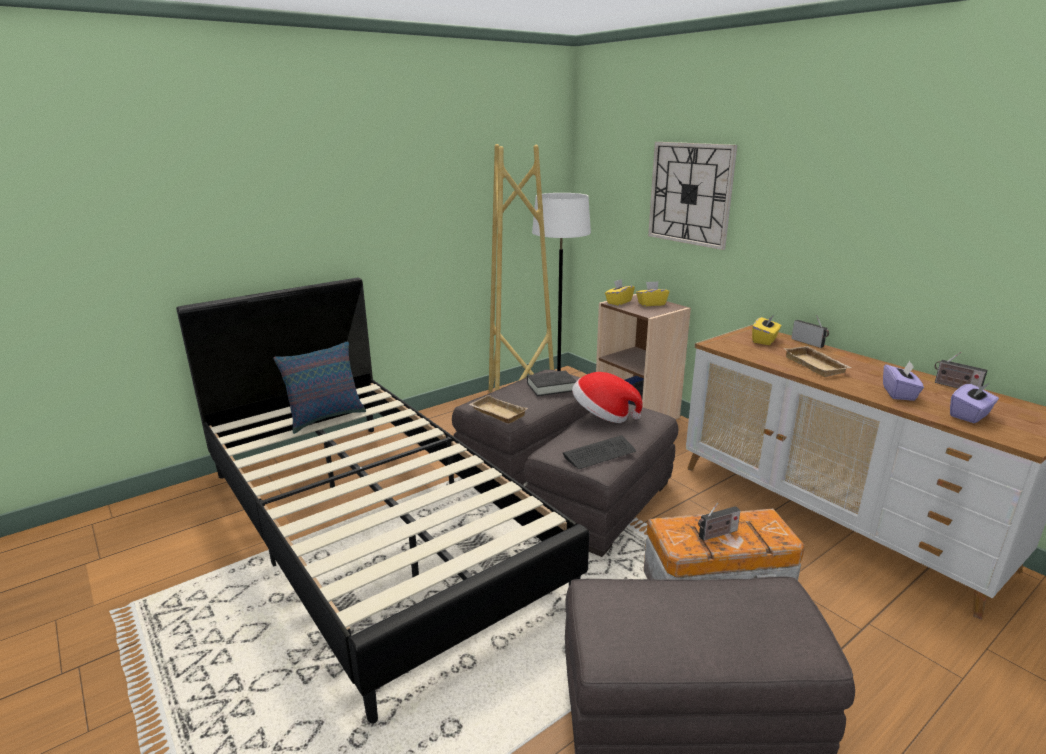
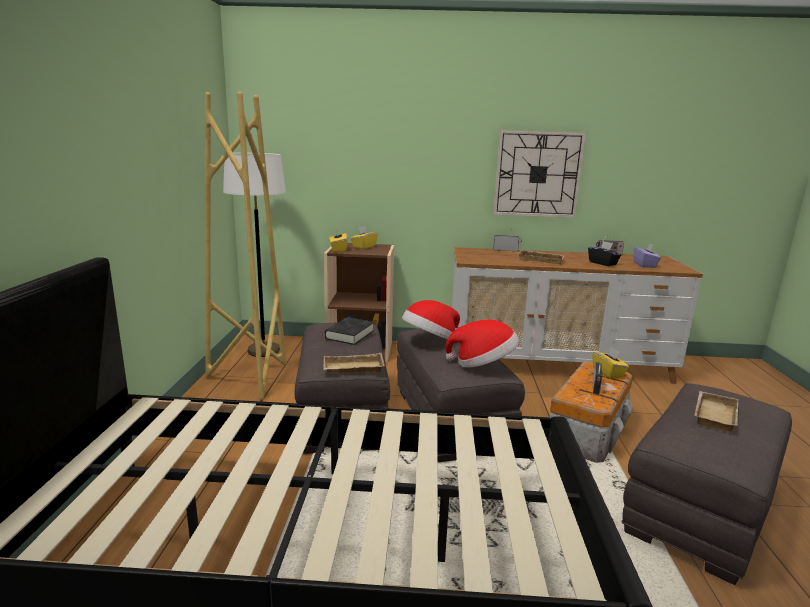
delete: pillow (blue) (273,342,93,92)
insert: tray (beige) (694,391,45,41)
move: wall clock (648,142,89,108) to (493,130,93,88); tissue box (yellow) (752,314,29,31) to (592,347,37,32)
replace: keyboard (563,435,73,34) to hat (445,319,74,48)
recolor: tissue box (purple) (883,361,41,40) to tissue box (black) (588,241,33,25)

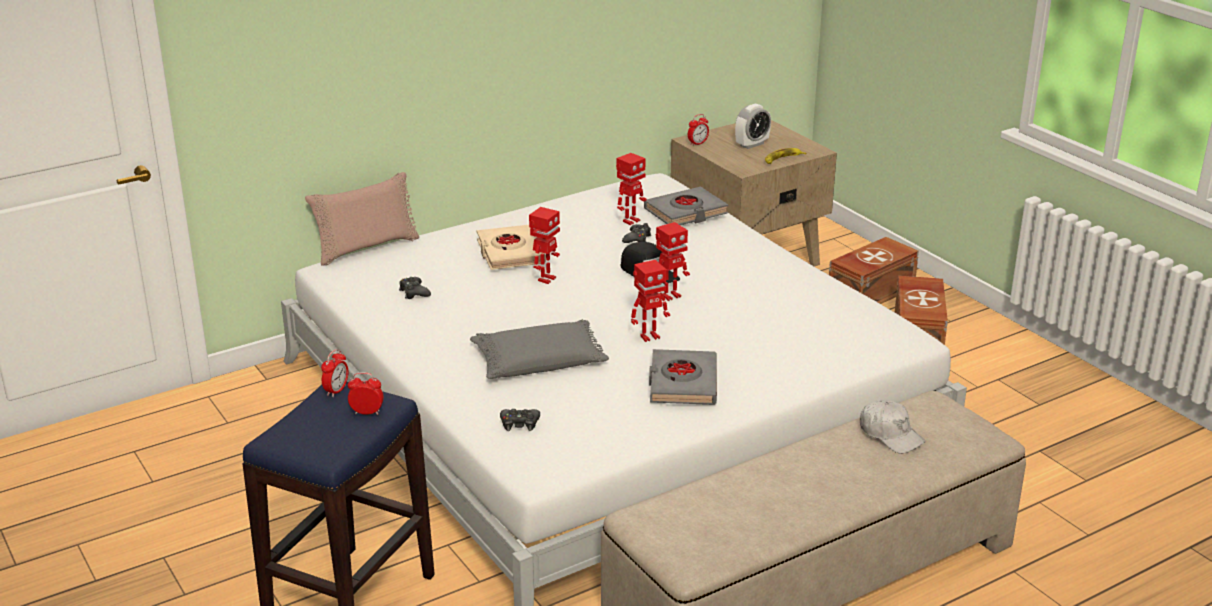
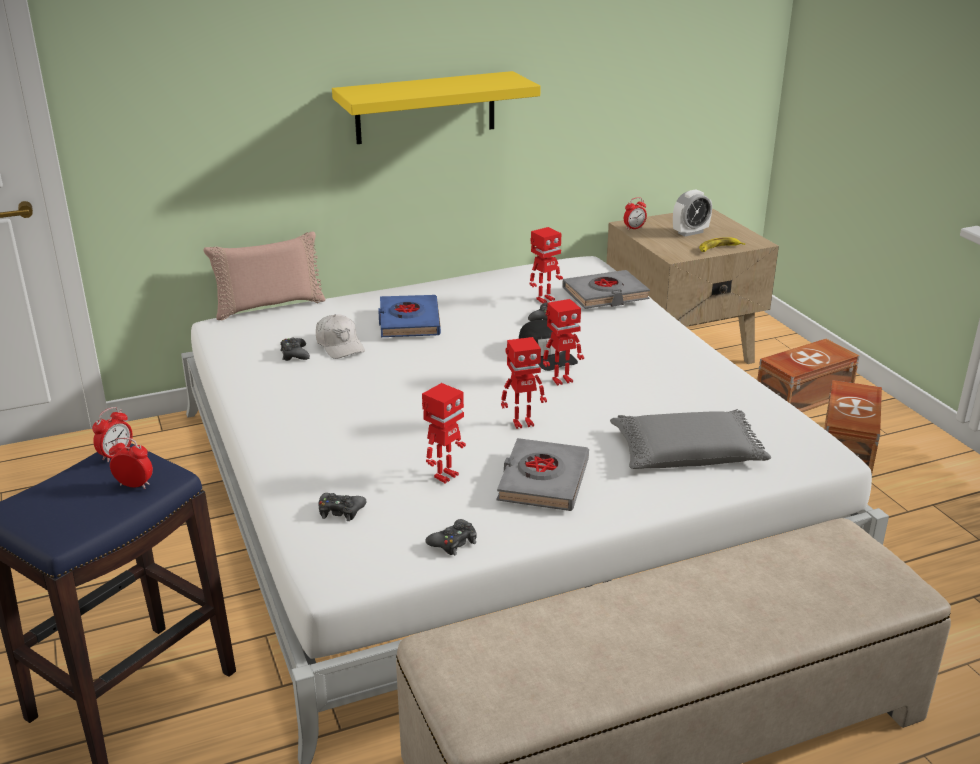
insert: shelf (yellow) (332,71,209,73); game controller (black) (425,519,52,36)
move: pillow (grey) (470,319,139,60) to (610,409,161,60); toy robot (529,207,31,77) to (422,383,44,101); cap (white) (860,400,66,54) to (316,314,49,45)
recolor: book (beige) (477,225,69,45) to book (blue) (378,295,63,42)

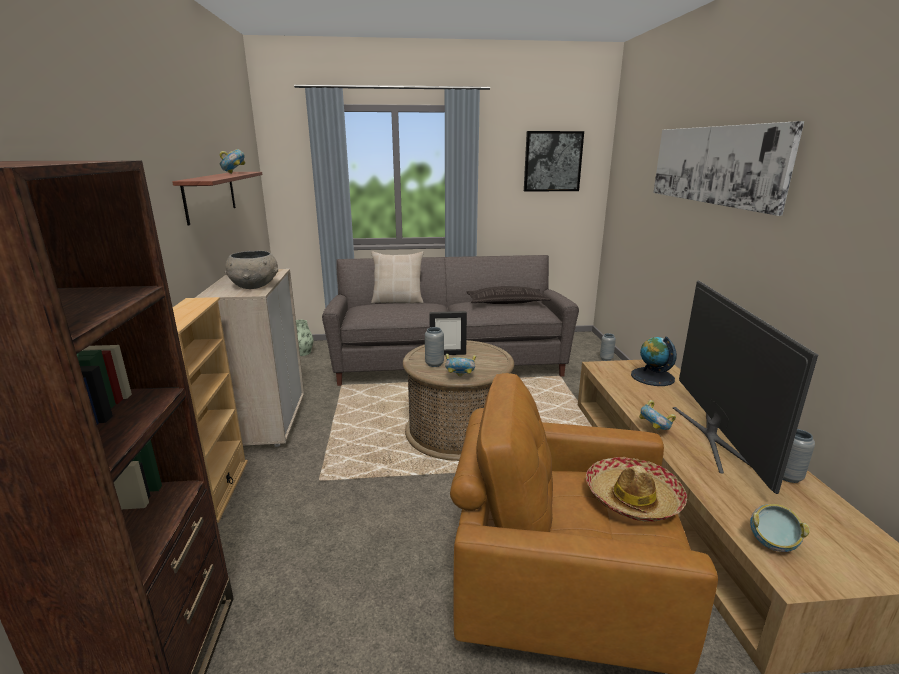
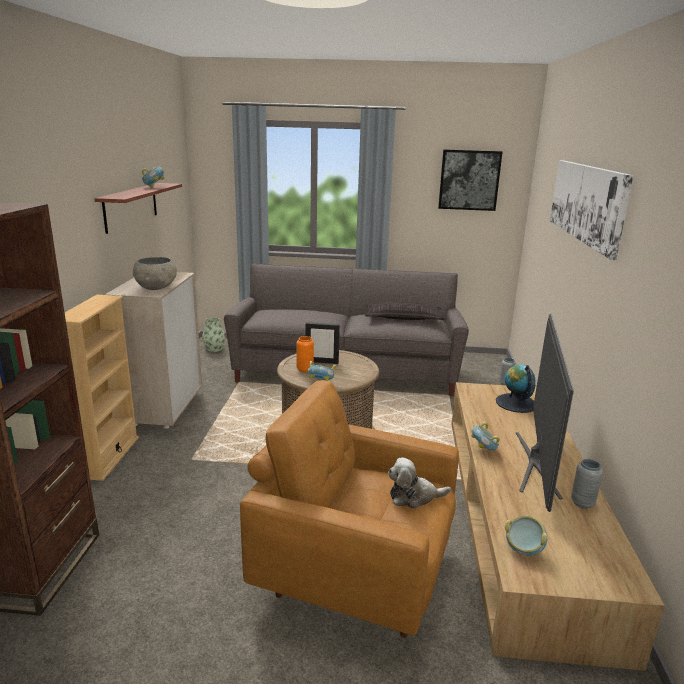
delete: pillow (beige) (371,251,53,53)
replace: hat (586,457,101,65) to plush toy (388,457,63,52)
recolor: vase (grey) (425,327,19,40) to vase (orange) (296,336,18,36)

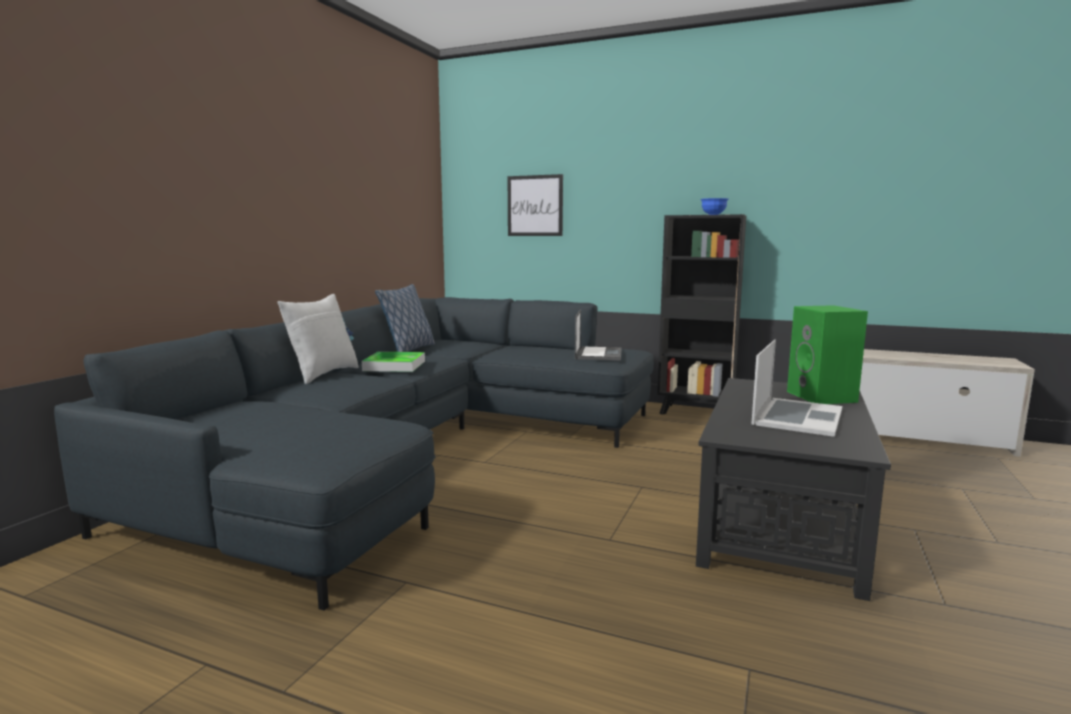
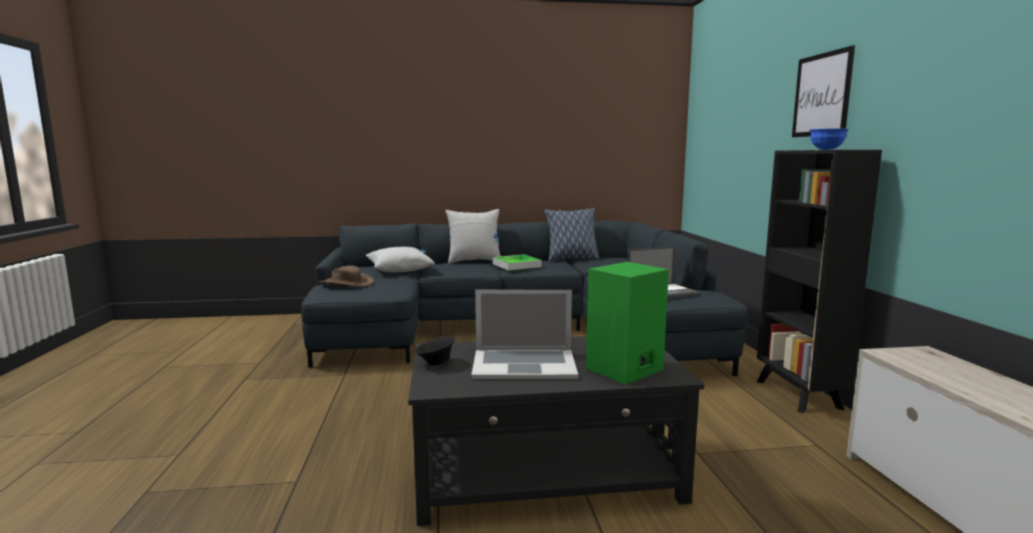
insert: hat (brown) (318,265,56,22); pillow (grey) (366,247,69,25); bowl (black) (415,336,39,30)
move: picture (508,174,55,62) to (792,45,63,92)

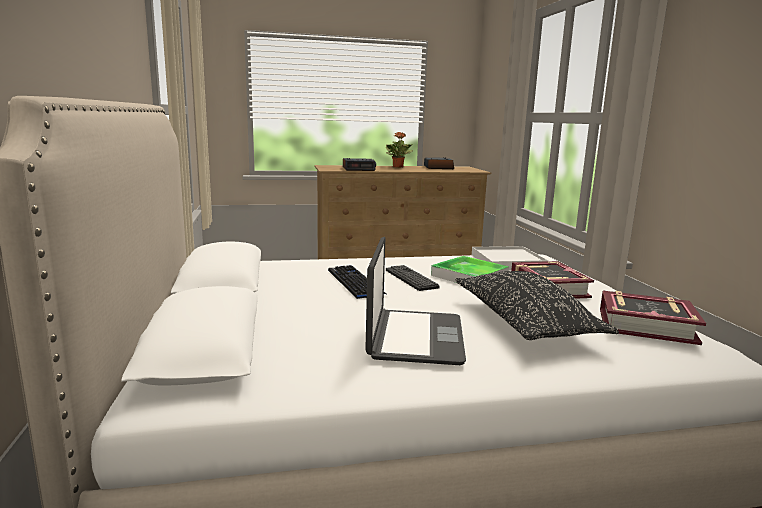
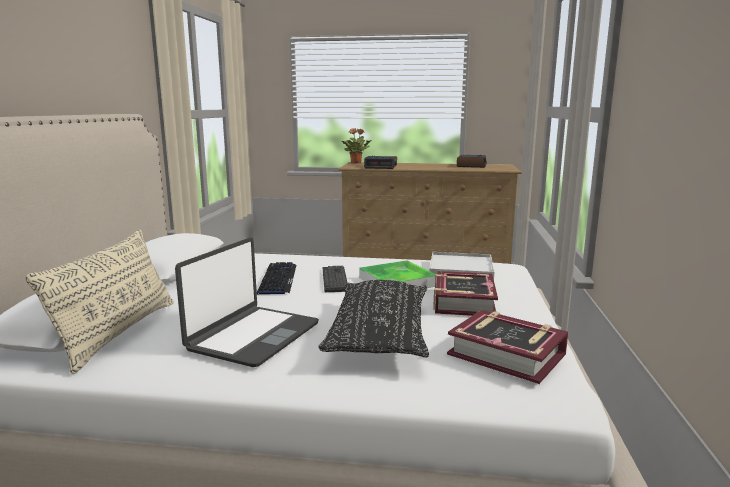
insert: pillow (beige) (26,230,148,144)
move: potted plant (386,132,27,36) to (342,128,30,36)

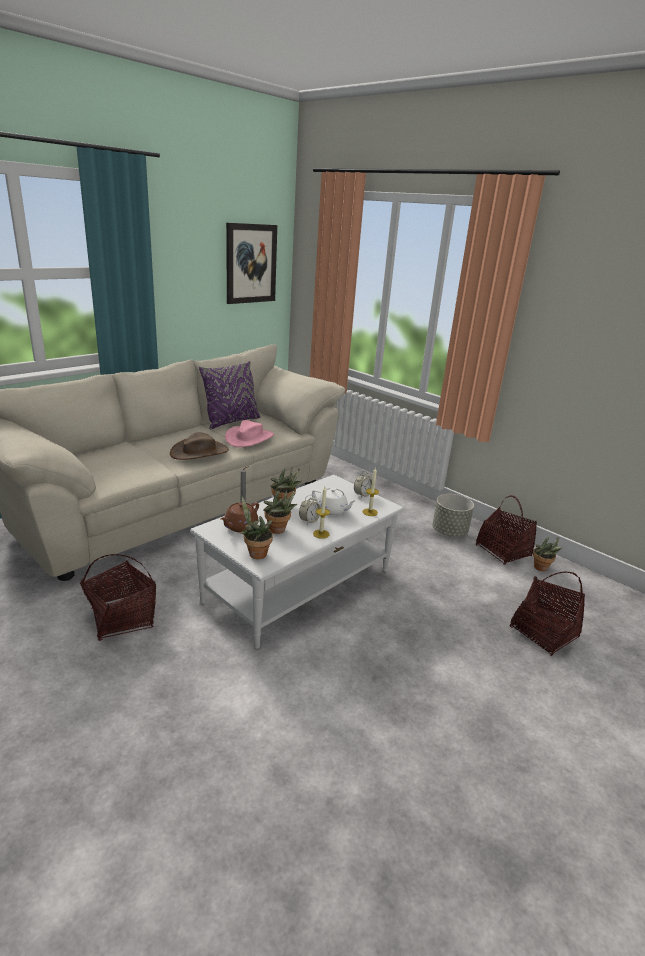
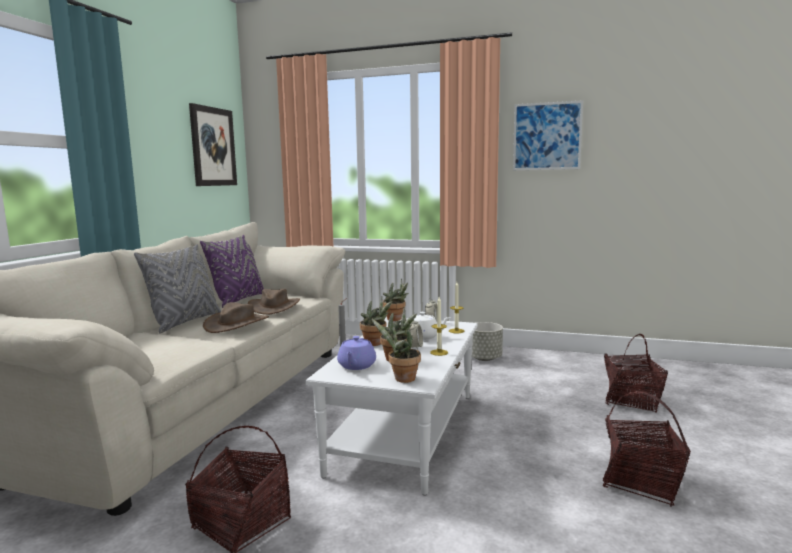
insert: pillow (grey) (134,244,87,89); picture (513,100,70,70)
move: basket (476,495,61,70) to (603,392,88,115); potted plant (533,537,29,34) to (383,279,25,42)
recolor: teapot (brown) (220,502,39,30) to teapot (purple) (337,336,39,34); hat (pink) (225,420,49,27) to hat (brown) (248,289,52,26)

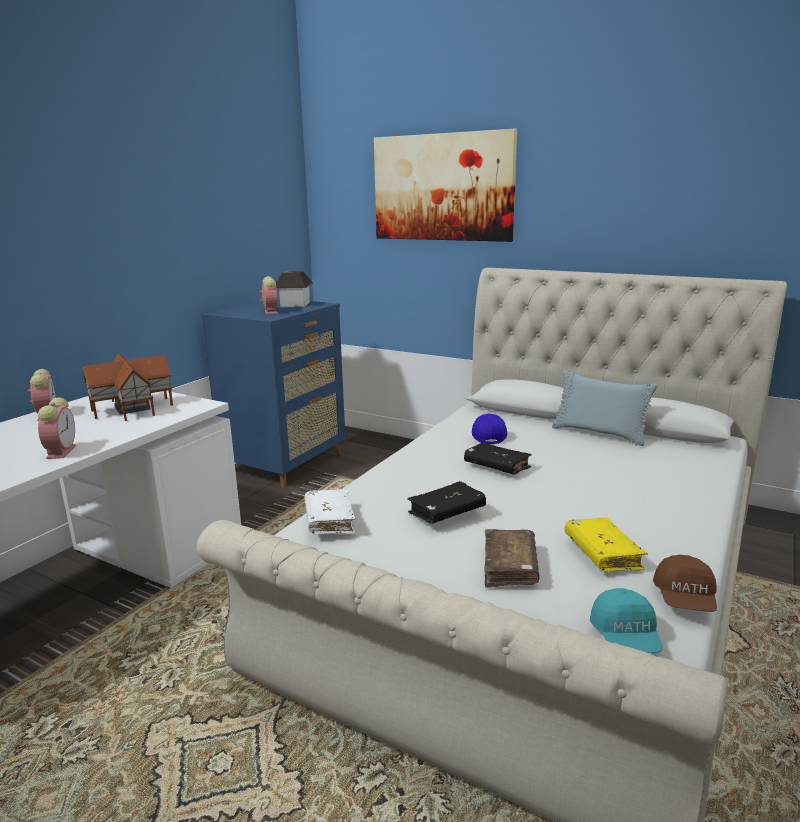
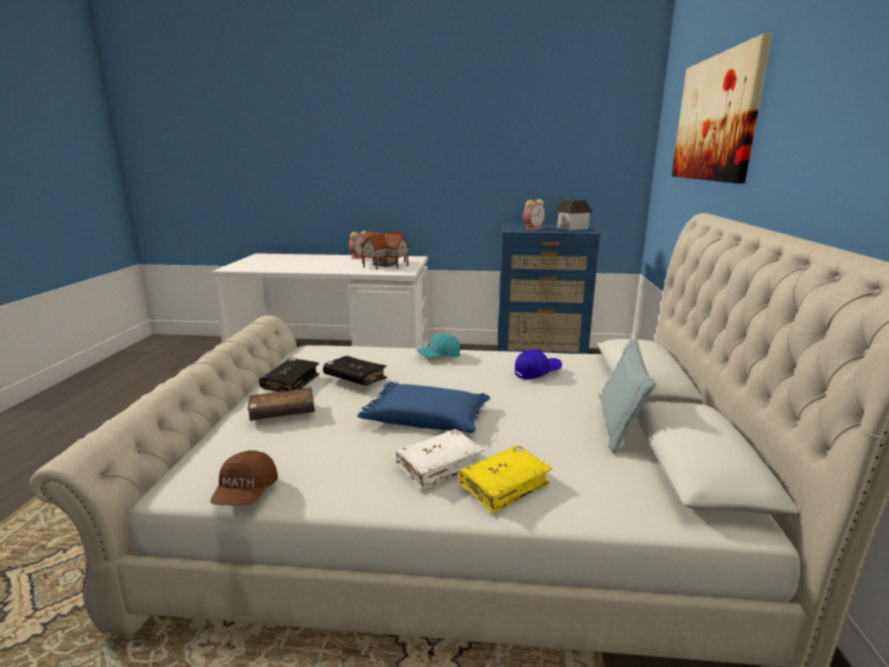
delete: alarm clock (38,398,38,61)
insert: pillow (blue) (357,382,133,51)
move: book (white) (304,489,52,45) to (396,429,88,61); book (black) (464,442,68,33) to (259,358,60,34); book (yellow) (564,518,84,53) to (459,446,93,68); cap (turquoise) (590,588,73,65) to (416,334,44,24)
rotate: cap (brown) (653,554,64,58) = (210,450,68,55) 75 degrees counterclockwise

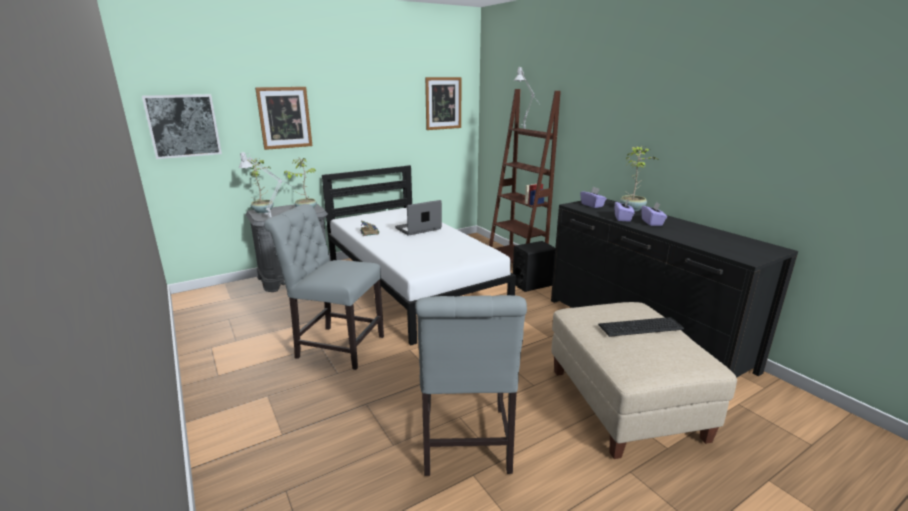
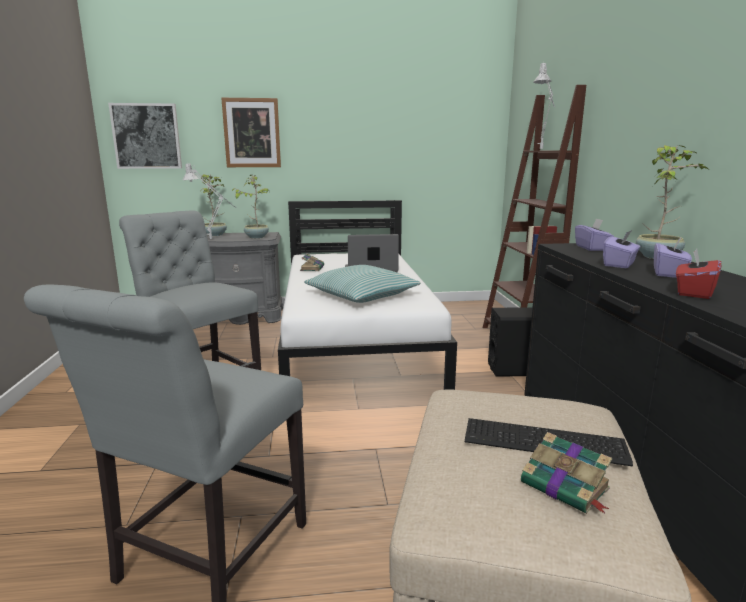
delete: picture (425,77,37,53)
insert: pillow (304,265,117,38); book (521,432,91,82); tissue box (red) (676,249,45,50)

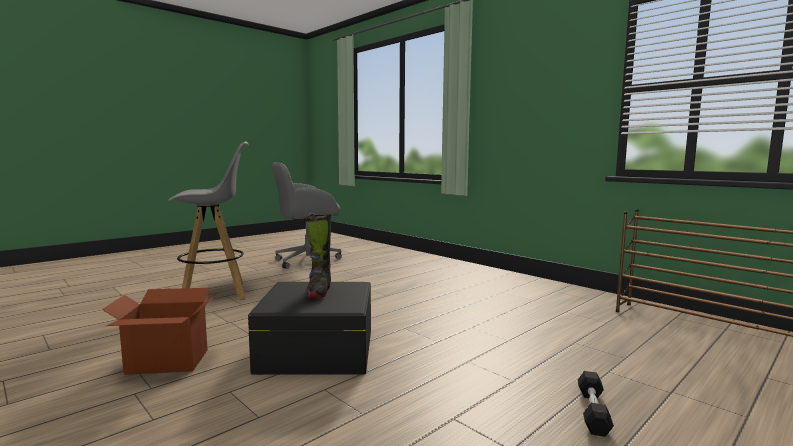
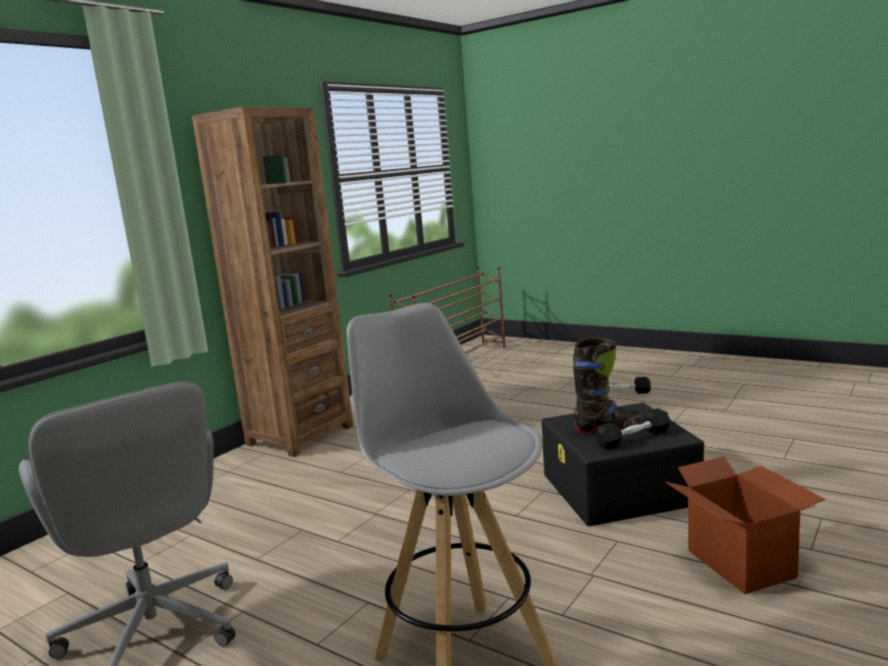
insert: bookcase (brown) (192,107,161,350); dumbbell (black) (595,408,75,42)

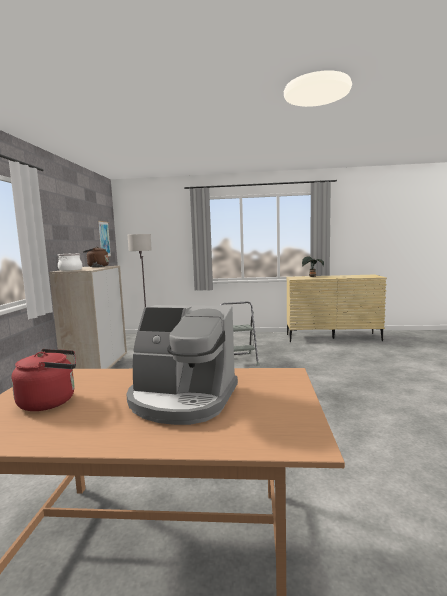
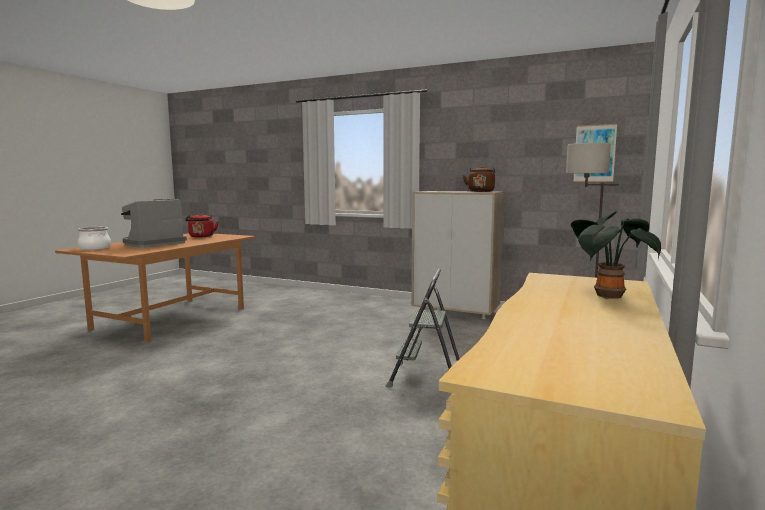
move: cooking pot (58,253,24,18) to (78,227,33,23)

